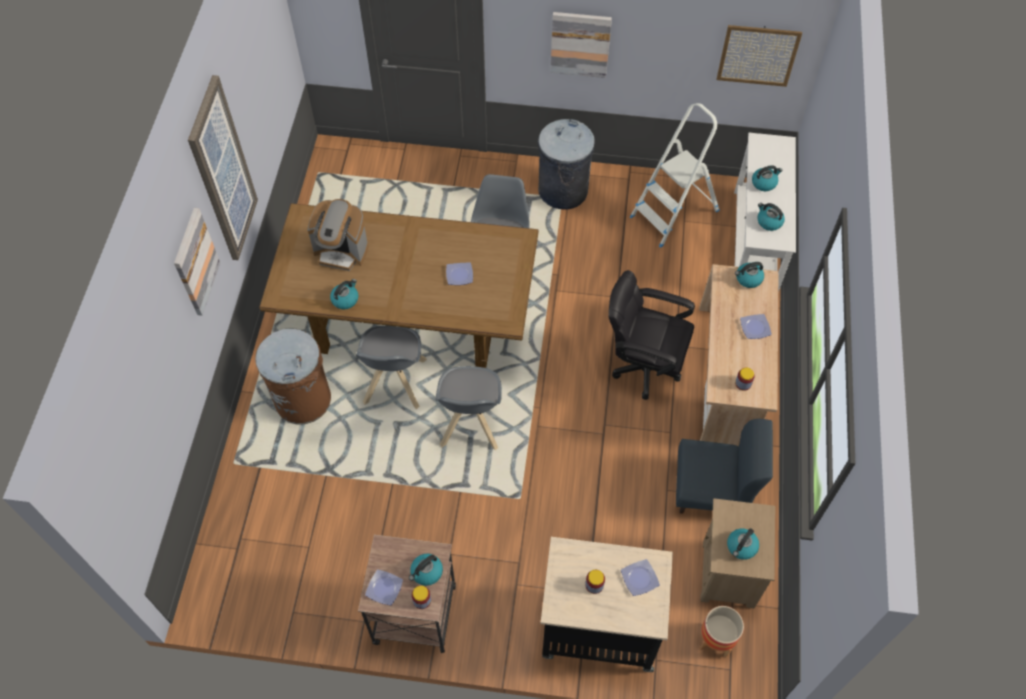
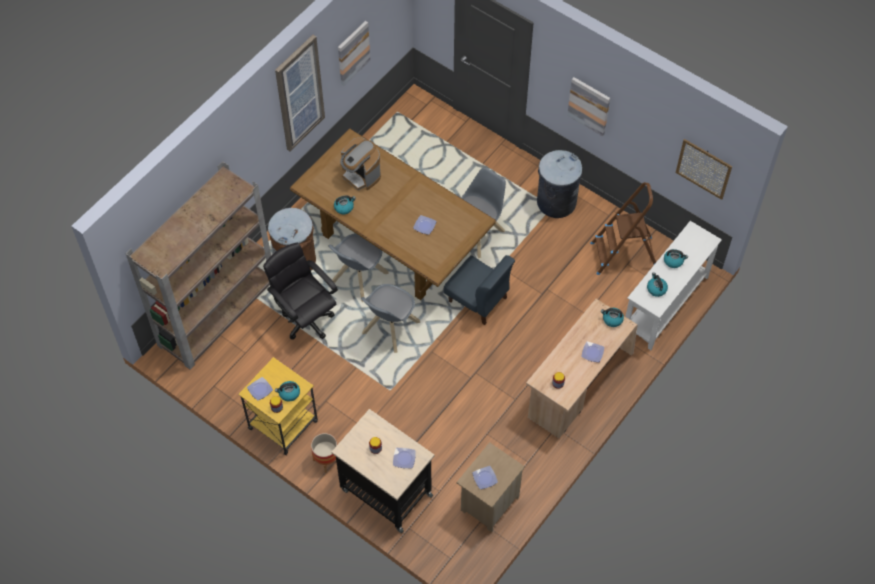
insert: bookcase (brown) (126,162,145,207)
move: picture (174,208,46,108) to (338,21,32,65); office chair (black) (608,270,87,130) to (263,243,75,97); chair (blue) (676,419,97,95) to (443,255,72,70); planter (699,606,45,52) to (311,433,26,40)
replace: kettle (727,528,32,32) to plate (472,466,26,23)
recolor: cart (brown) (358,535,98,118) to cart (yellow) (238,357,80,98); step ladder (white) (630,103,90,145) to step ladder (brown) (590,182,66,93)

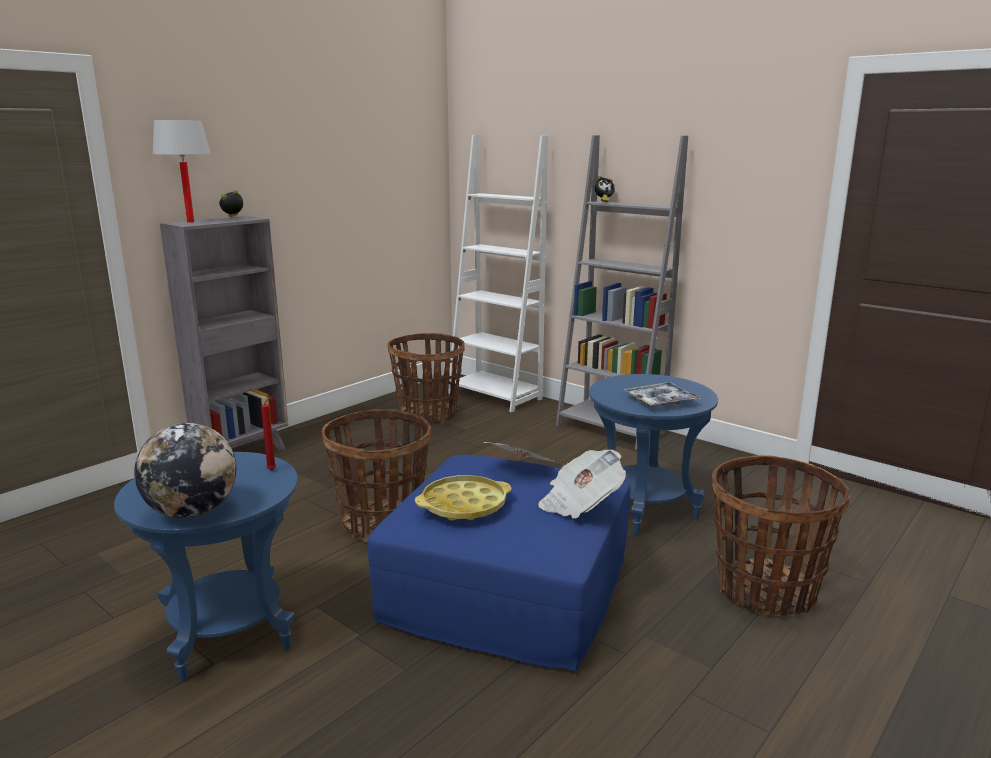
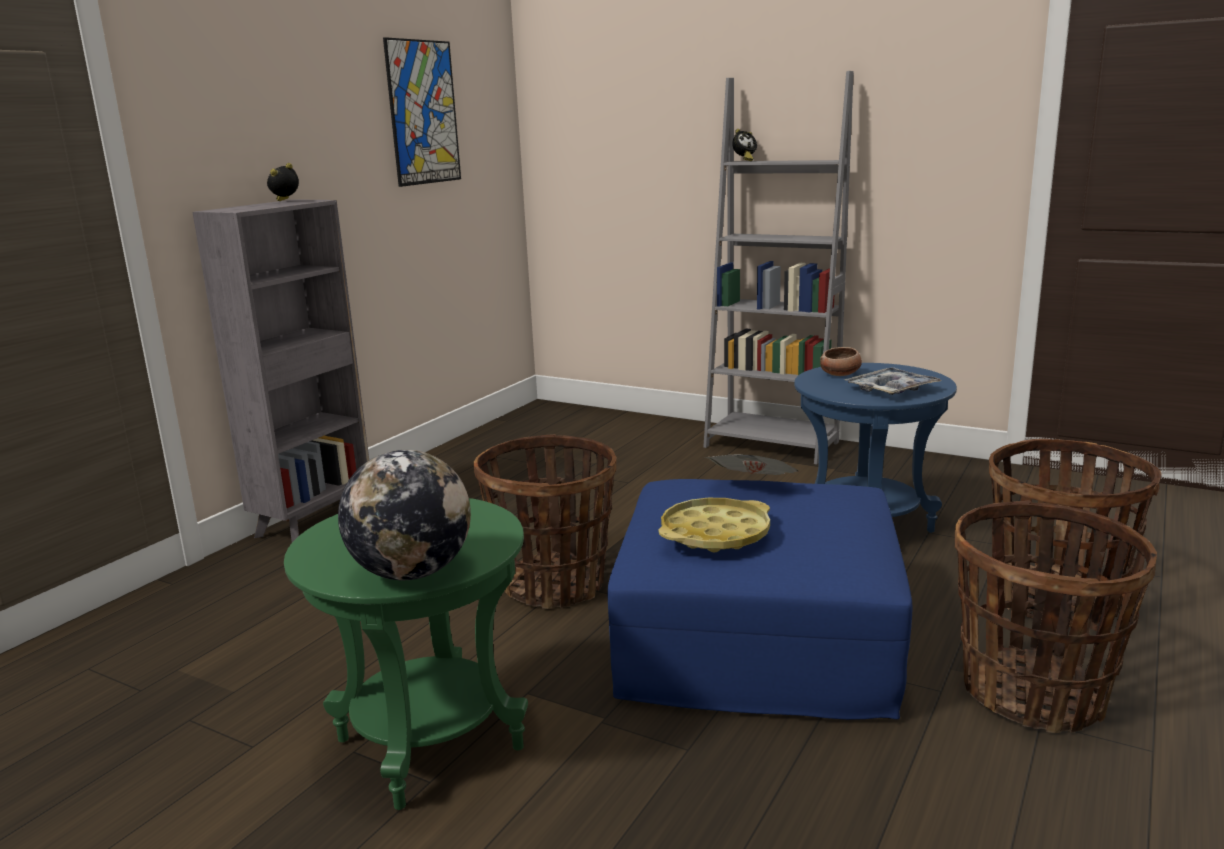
delete: table lamp (white) (152,120,59,103); candle (red) (261,396,15,74); bookcase (white) (448,135,100,277); newspaper (538,450,88,68)
insert: picture (383,37,78,150); bowl (820,347,42,29)
move: basket (388,333,77,91) to (955,501,202,232)
recolor: side table (blue) (114,452,184,229) to side table (green) (284,498,244,312)

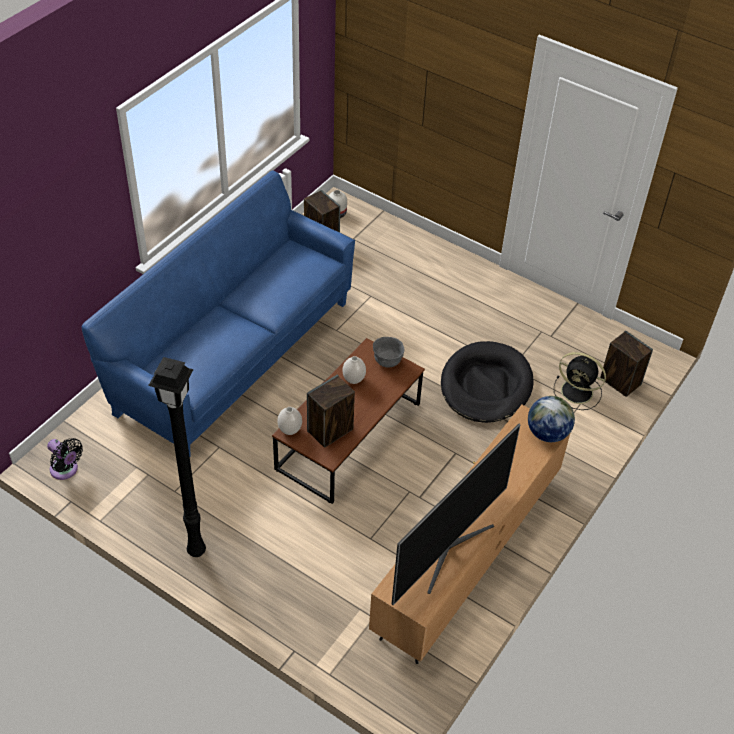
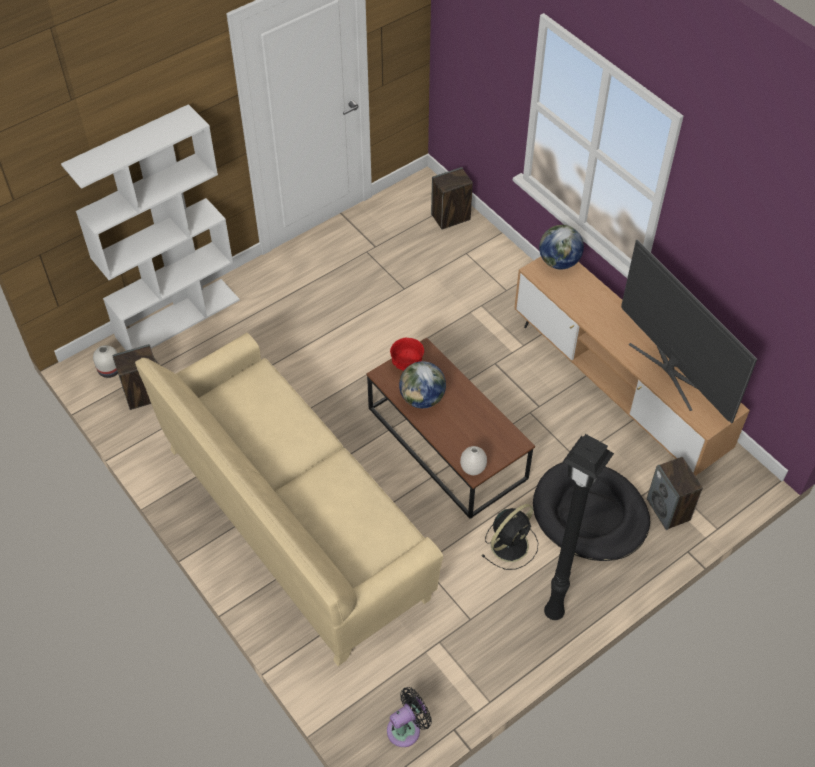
insert: bookcase (white) (61,104,179,247)
move: speaker (307,375,48,73) to (647,457,56,73); dog bed (black) (441,341,93,82) to (533,462,117,99); fan (black) (554,352,52,58) to (481,504,57,66)
replace: vase (white) (342,356,24,28) to globe (399,361,47,47)
recolor: sofa (blue) (82,171,273,286) to sofa (beige) (135,332,308,334); bowl (grey) (373,337,31,31) to bowl (red) (390,338,34,33)

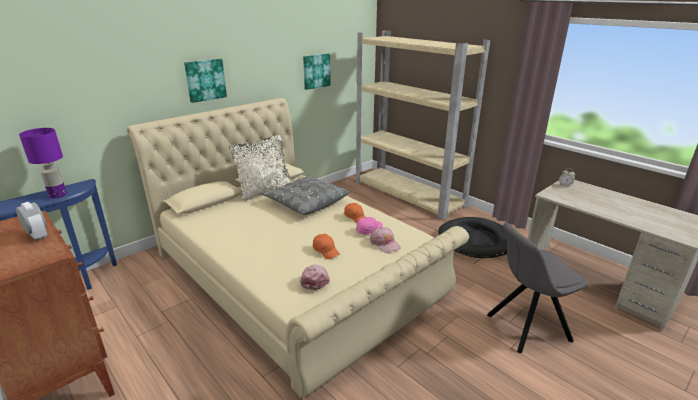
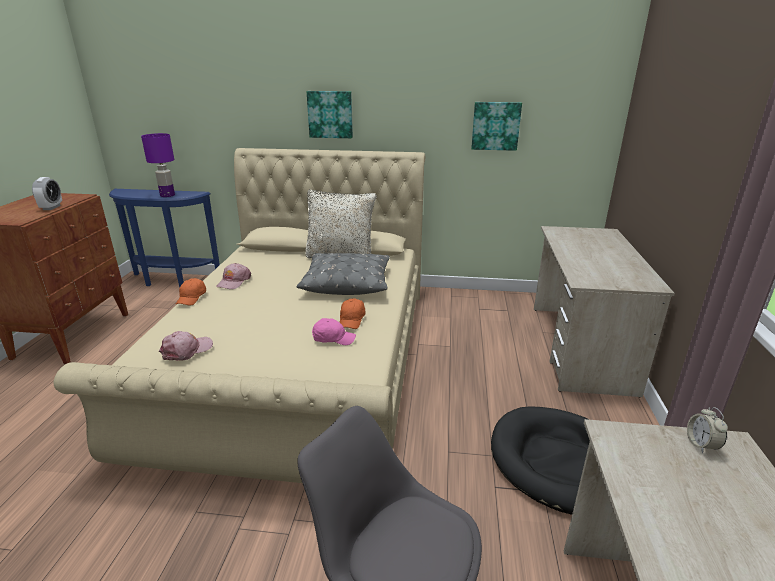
move: cap (orange) (313,234,27,25) to (176,278,30,28); cap (pink) (370,227,31,26) to (216,263,35,26)
replace: bookcase (beige) (356,30,134,190) to desk (beige) (534,226,141,171)

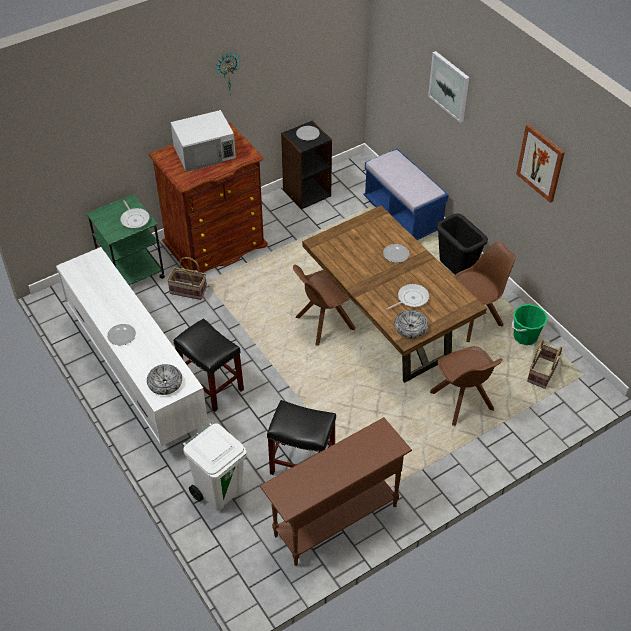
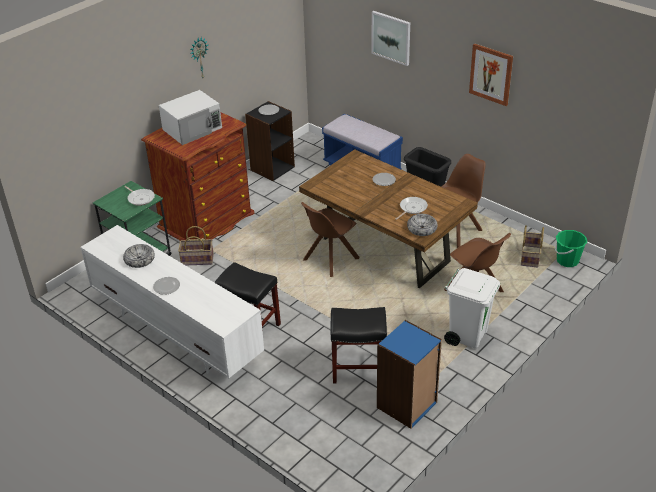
move: bowl (147,364,35,31) to (123,244,32,24); trash can (white) (183,423,63,88) to (444,268,56,80); bucket (green) (512,304,36,41) to (555,230,32,37)
replace: console table (brown) (260,417,152,149) to bookcase (blue) (377,320,65,109)

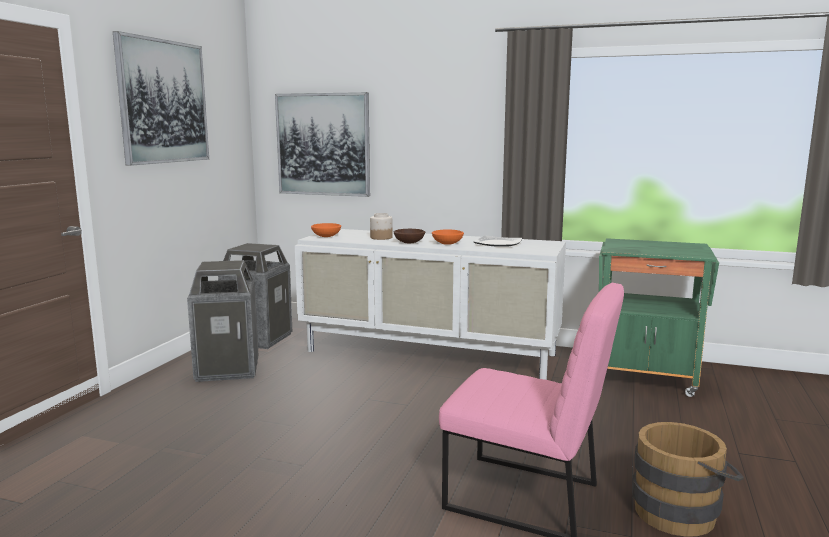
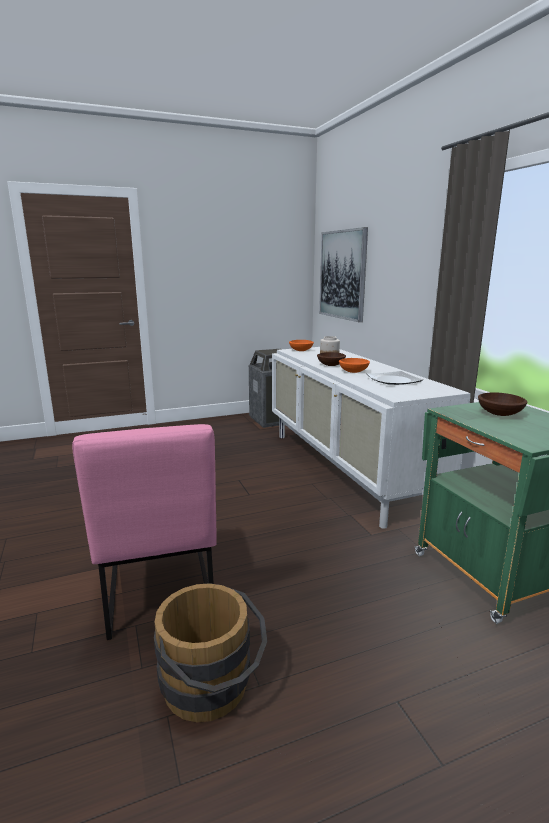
delete: picture (113,31,96,135); trash can (187,260,71,122)
insert: bowl (brown) (478,392,50,24)

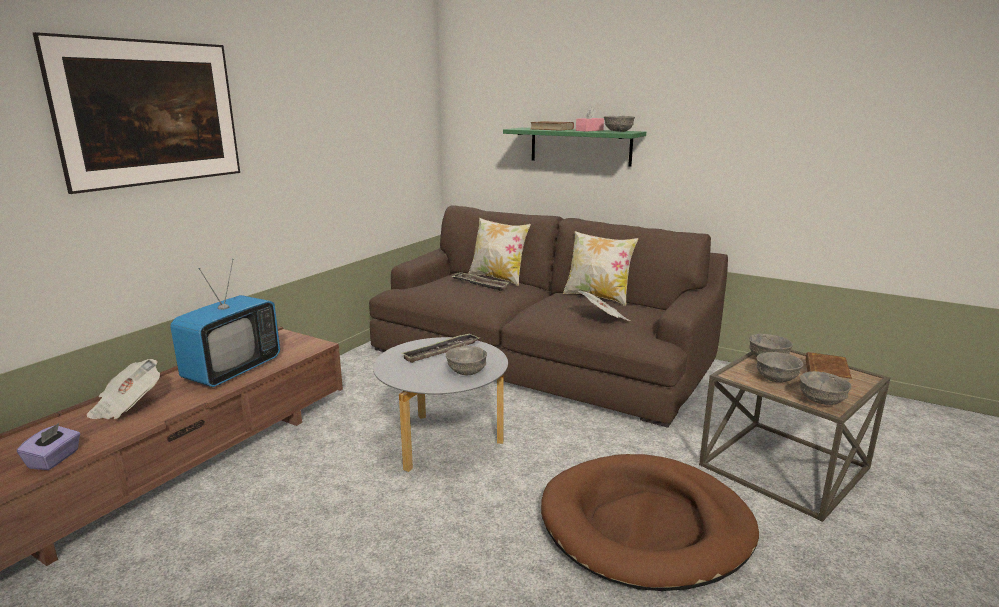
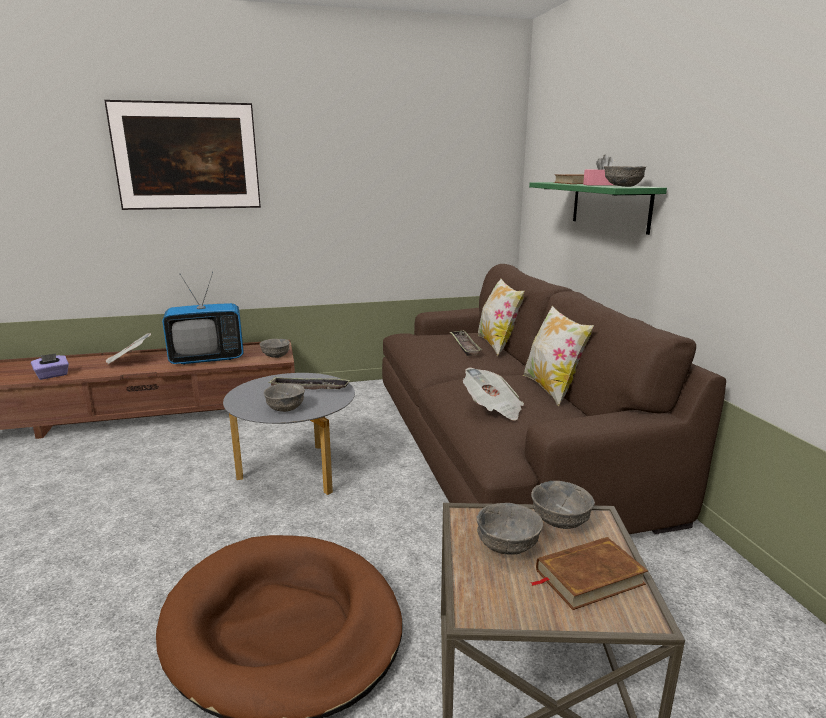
move: bowl (grey) (800,371,52,34) to (260,339,30,19)

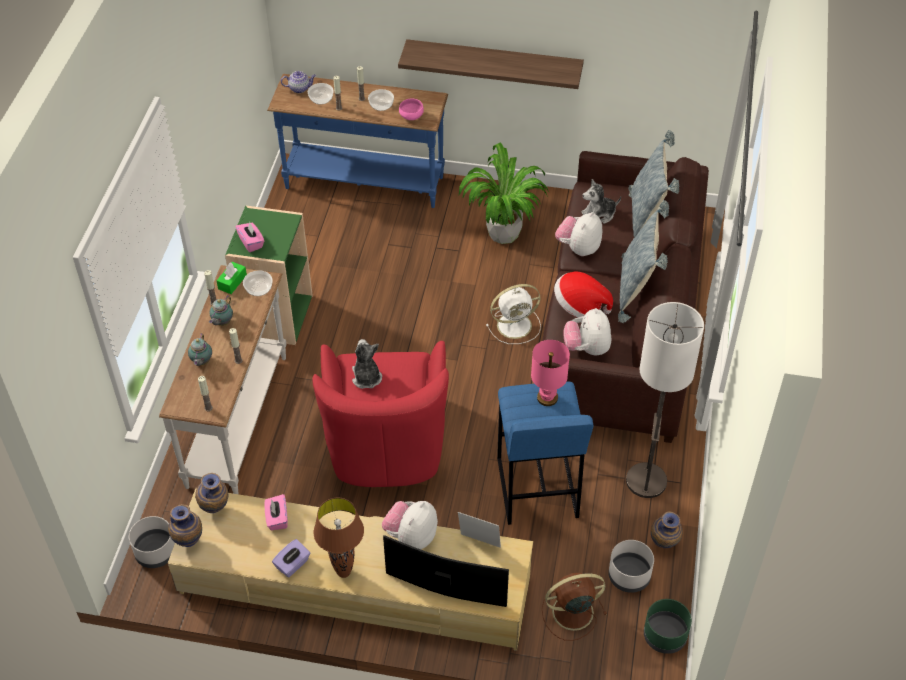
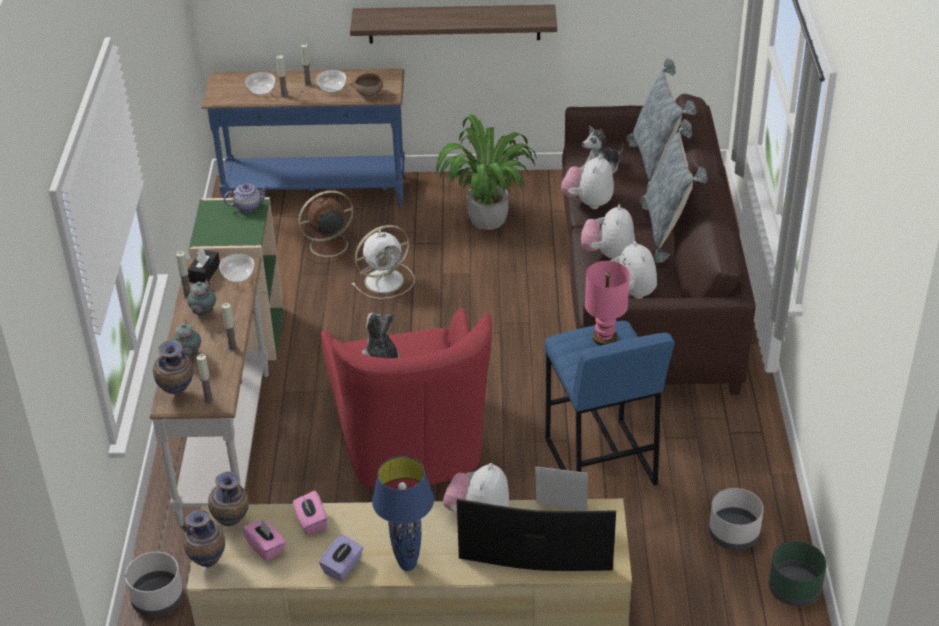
delete: floor lamp (626,302,78,196)
move: tissue box (pink) (236,222,28,30) to (242,519,44,43); teapot (281,71,35,22) to (224,184,44,28); fan (white) (486,284,55,60) to (352,225,62,74); fan (brown) (542,573,65,68) to (298,190,62,74); vase (651,511,32,37) to (153,340,40,54)
replace: hat (554,272,59,46) to plush toy (581,204,54,56)
recolor: tissue box (green) (217,262,30,32) to tissue box (black) (188,248,32,35); table lamp (brown) (314,498,50,80) to table lamp (blue) (372,456,62,115); bowl (pink) (399,98,25,22) to bowl (brown) (355,73,28,24)

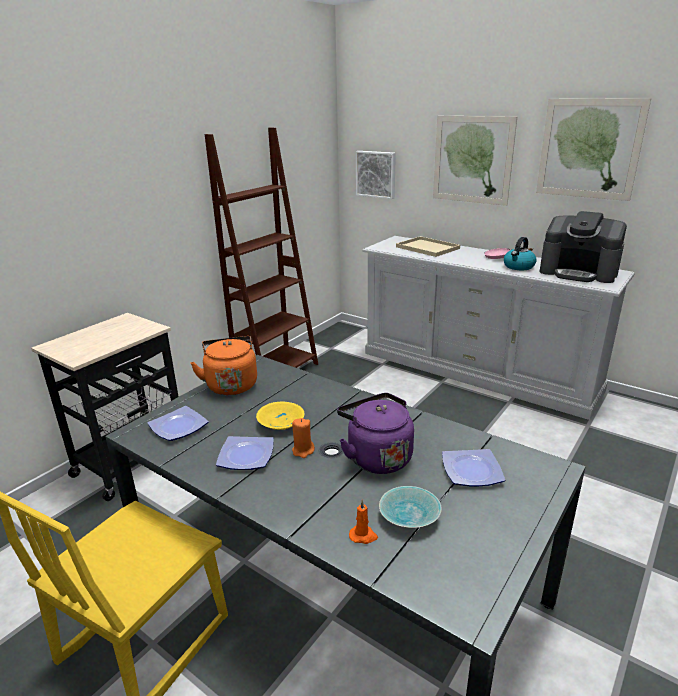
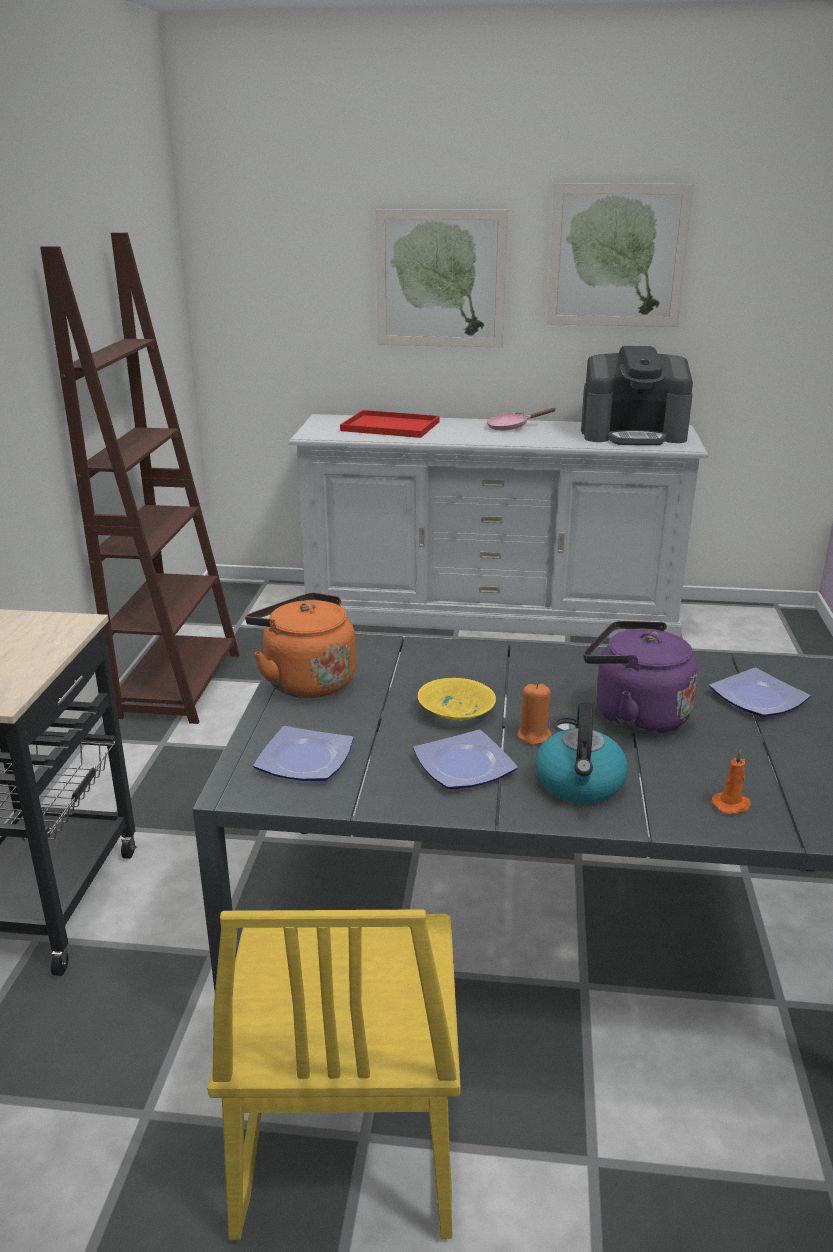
delete: picture (356,151,40,48); bowl (turquoise) (379,486,62,42)
move: kettle (504,237,32,33) to (535,702,93,101)
recolor: tray (beige) (396,236,64,21) to tray (red) (340,410,100,28)

